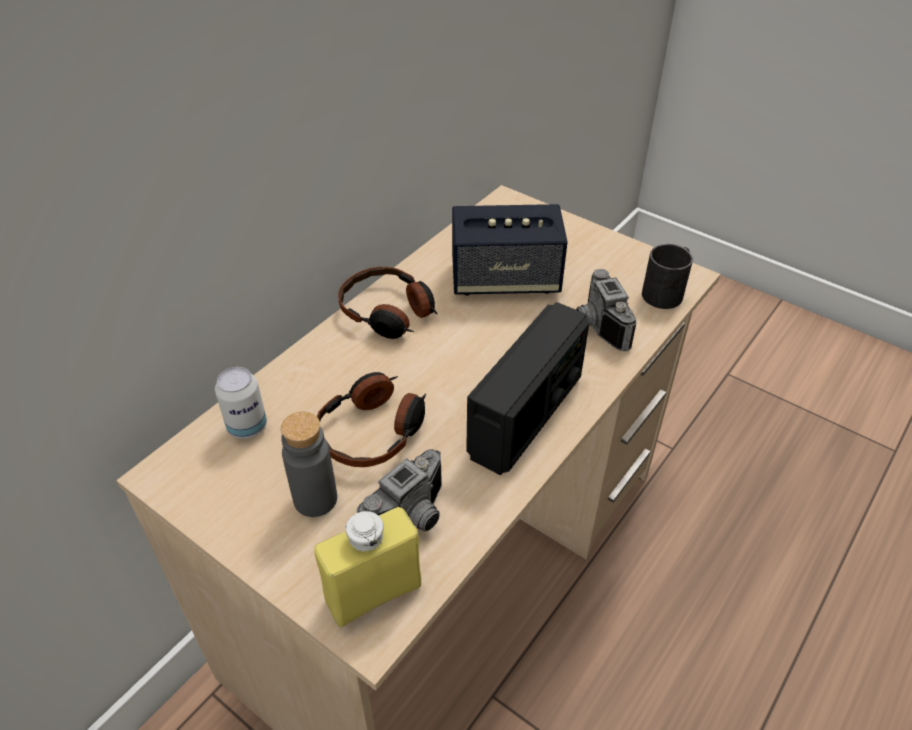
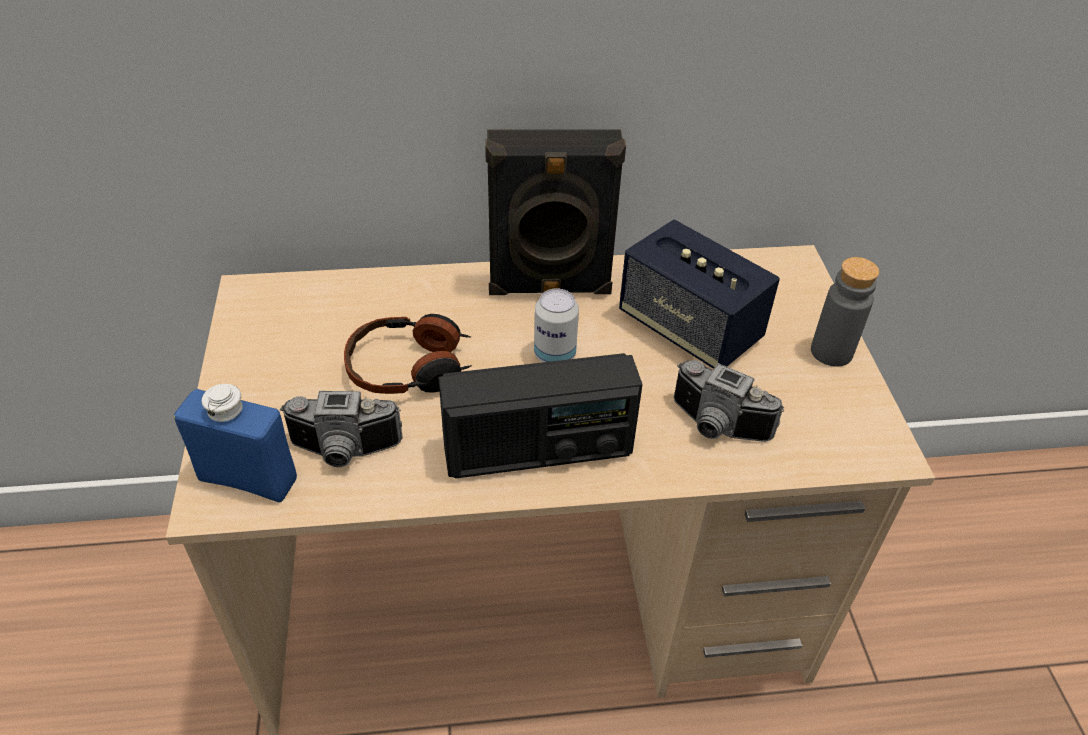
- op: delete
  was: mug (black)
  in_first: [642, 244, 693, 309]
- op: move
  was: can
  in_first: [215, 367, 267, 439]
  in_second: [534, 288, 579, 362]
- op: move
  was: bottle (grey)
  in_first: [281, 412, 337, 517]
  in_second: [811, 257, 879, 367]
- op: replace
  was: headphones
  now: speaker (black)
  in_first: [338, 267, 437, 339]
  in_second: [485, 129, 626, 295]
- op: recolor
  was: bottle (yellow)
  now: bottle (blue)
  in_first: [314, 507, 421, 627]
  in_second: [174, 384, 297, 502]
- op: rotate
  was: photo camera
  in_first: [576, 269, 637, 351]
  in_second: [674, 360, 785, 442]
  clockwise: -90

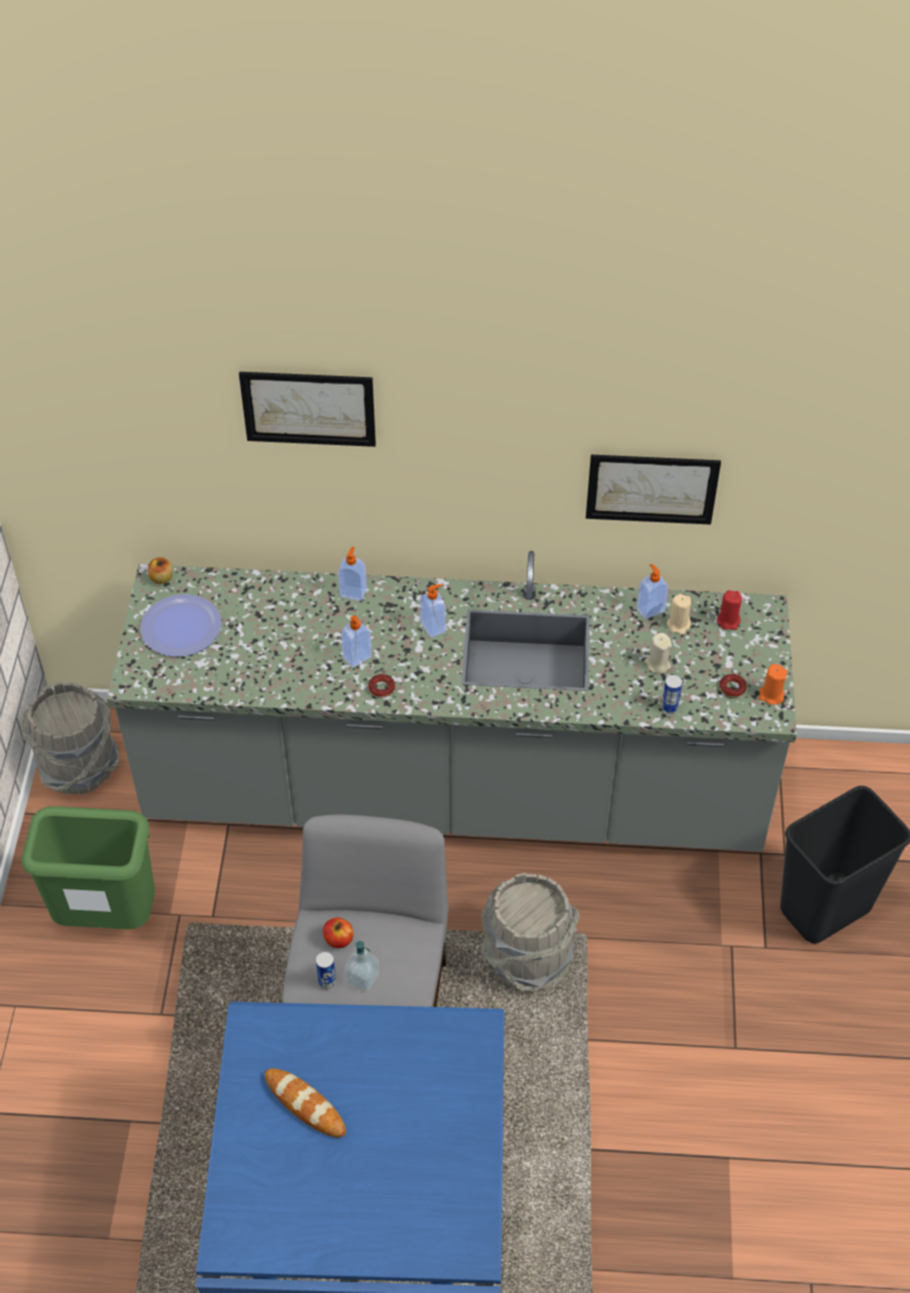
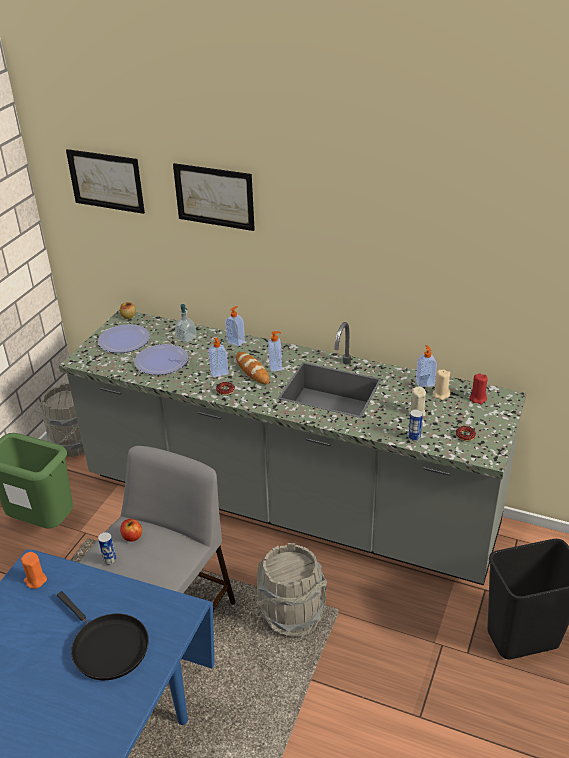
- op: insert
  now: frying pan (black)
  in_second: [57, 591, 149, 680]
- op: insert
  now: plate
  in_second: [134, 344, 188, 375]
- op: move
  was: bread
  in_first: [265, 1068, 346, 1137]
  in_second: [236, 352, 270, 384]
- op: move
  was: soap dispenser
  in_first: [345, 941, 379, 991]
  in_second: [175, 304, 197, 343]
- op: move
  was: picture
  in_first: [586, 455, 721, 525]
  in_second: [66, 149, 145, 214]
- op: move
  was: candle (orange)
  in_first: [759, 664, 788, 705]
  in_second: [21, 552, 47, 589]

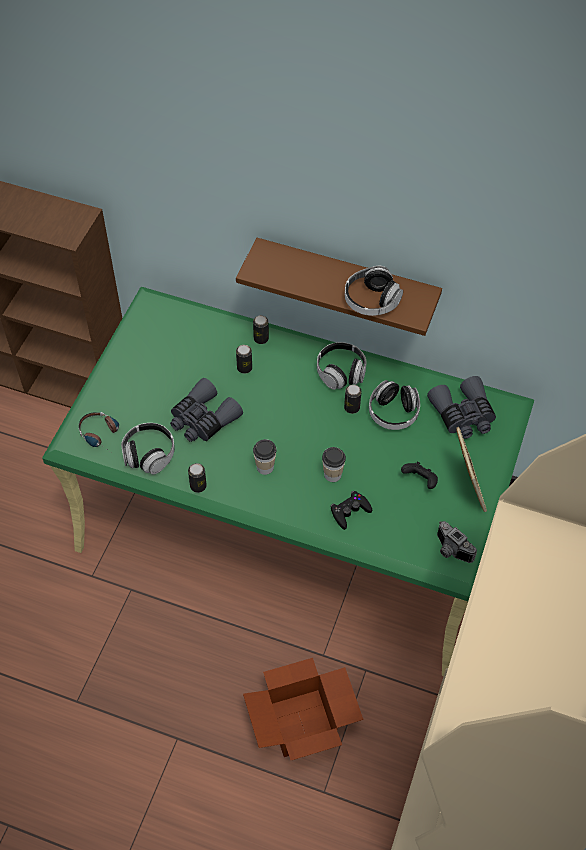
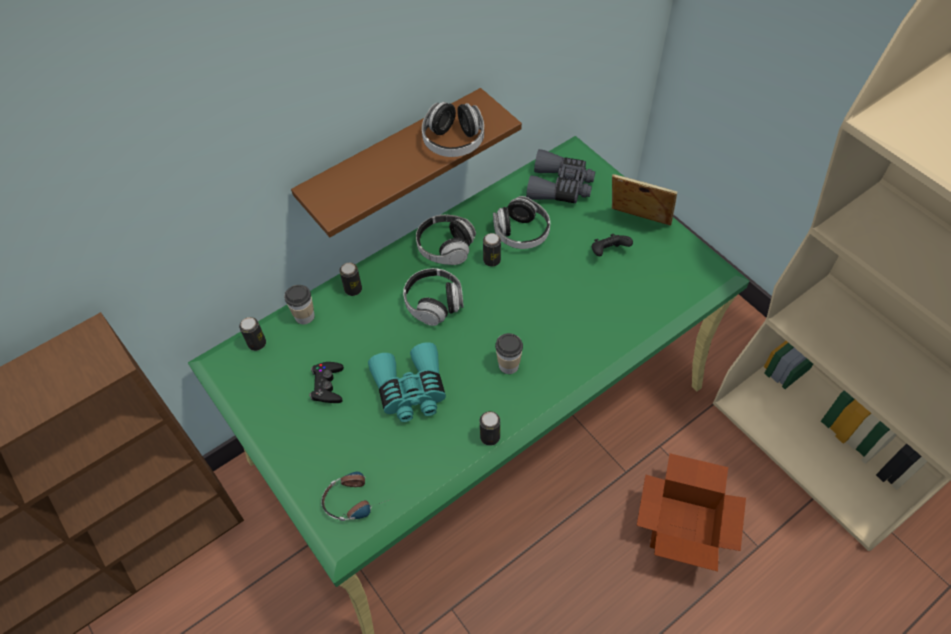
- op: delete
  was: photo camera
  in_first: [437, 521, 477, 563]
- op: move
  was: headphones
  in_first: [121, 423, 175, 474]
  in_second: [403, 268, 464, 326]
- op: move
  was: can
  in_first: [236, 345, 252, 374]
  in_second: [239, 317, 266, 351]
- op: move
  was: cup
  in_first: [322, 447, 346, 482]
  in_second: [284, 285, 315, 324]
- op: move
  was: game controller (black)
  in_first: [331, 491, 372, 530]
  in_second: [309, 362, 344, 403]
- op: recolor
  was: binoculars (grey)
  now: binoculars (turquoise)
  in_first: [170, 378, 243, 442]
  in_second: [368, 342, 446, 422]

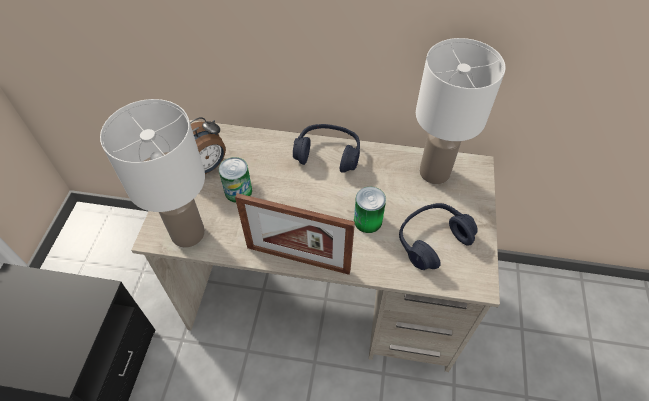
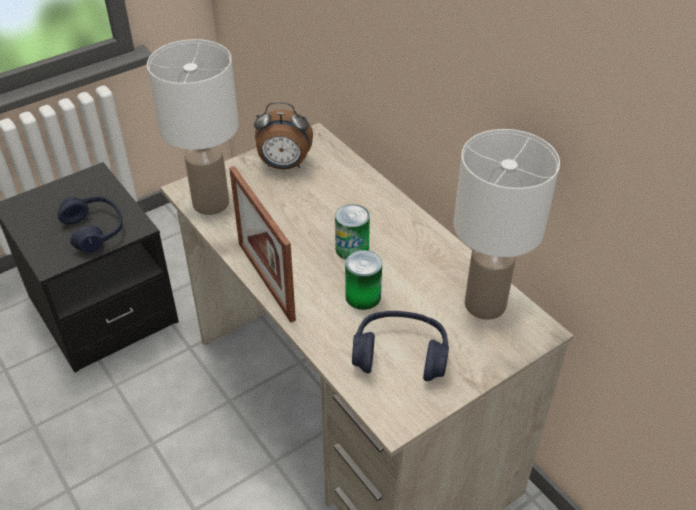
- op: move
  was: can
  in_first: [219, 157, 252, 203]
  in_second: [335, 204, 370, 260]
- op: move
  was: headphones (blue)
  in_first: [293, 124, 360, 173]
  in_second: [58, 196, 122, 253]

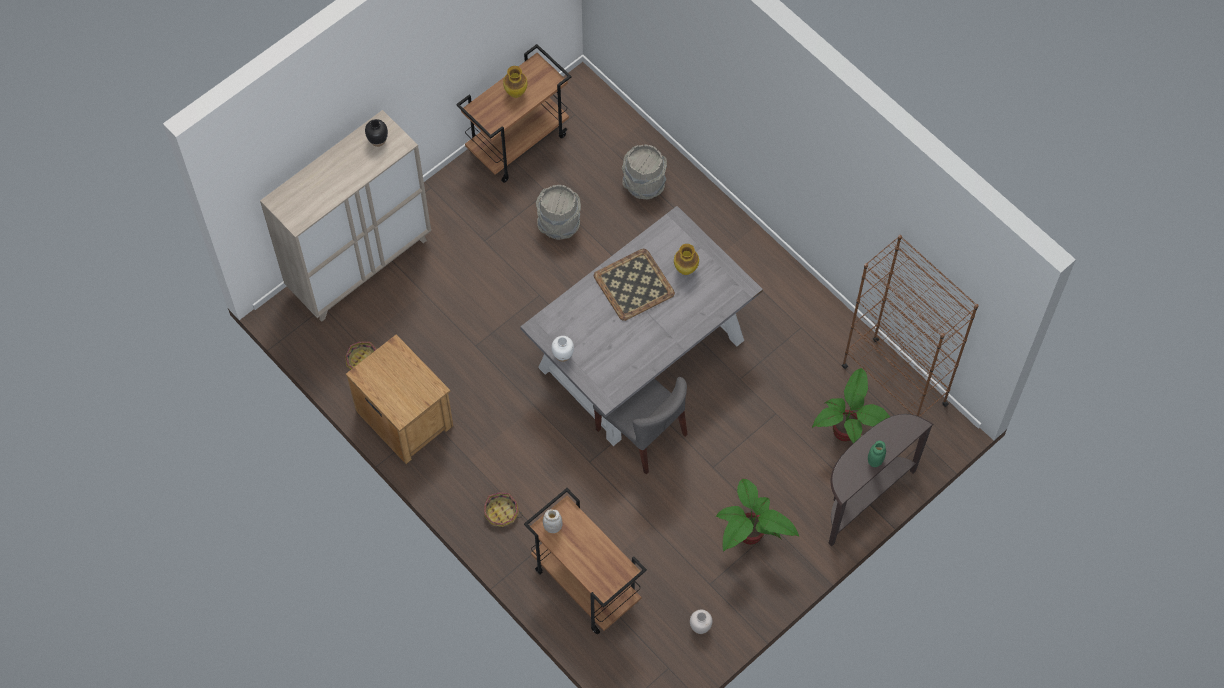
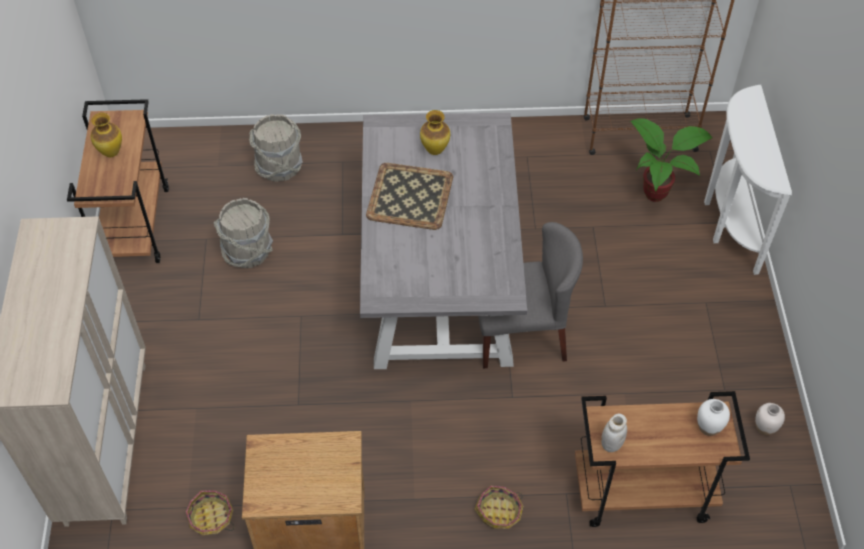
- op: delete
  was: vase (black)
  in_first: [365, 119, 388, 147]
- op: delete
  was: potted plant
  in_first: [716, 478, 799, 552]
- op: delete
  was: jar (green)
  in_first: [868, 441, 886, 467]
- op: move
  was: vase (white)
  in_first: [552, 336, 574, 362]
  in_second: [697, 399, 730, 436]
- op: recolor
  was: console table (brown)
  now: console table (white)
  in_first: [829, 414, 934, 546]
  in_second: [704, 85, 792, 275]

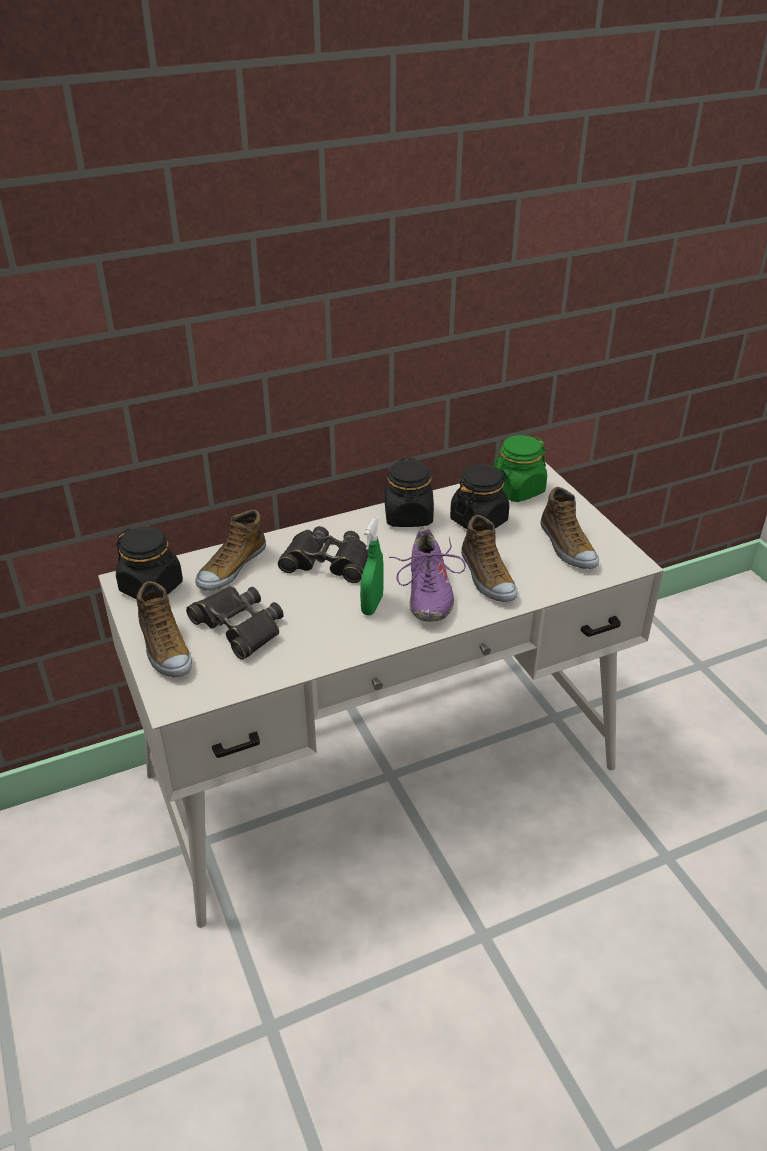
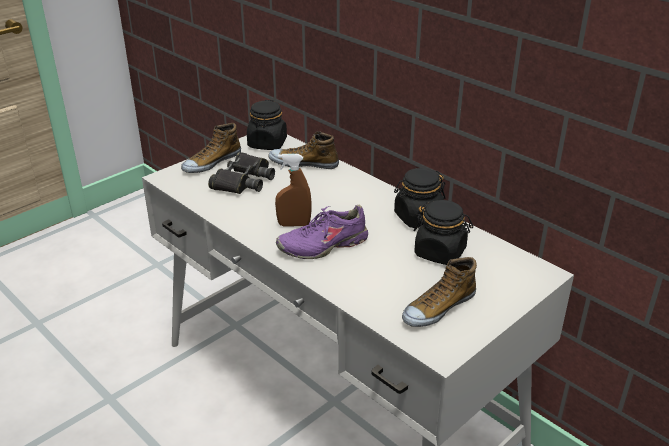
- op: delete
  was: binoculars (black)
  in_first: [278, 526, 368, 583]
- op: delete
  was: shoe
  in_first: [461, 515, 518, 602]
- op: delete
  was: jar (green)
  in_first: [493, 435, 547, 502]
- op: recolor
  was: spray bottle (green)
  now: spray bottle (brown)
  in_first: [360, 519, 384, 615]
  in_second: [275, 154, 312, 227]

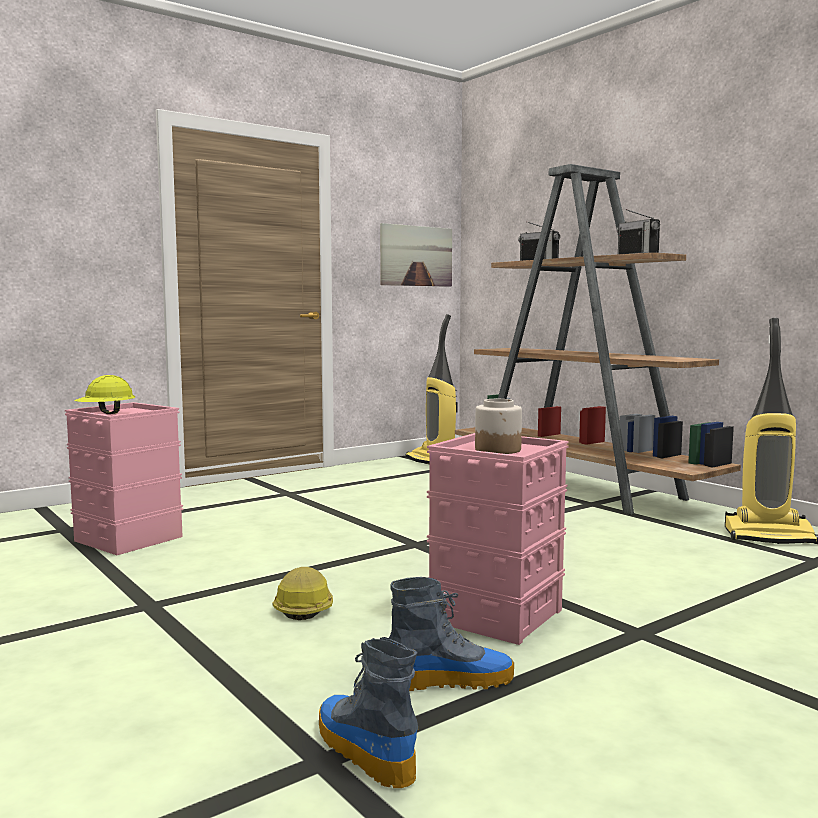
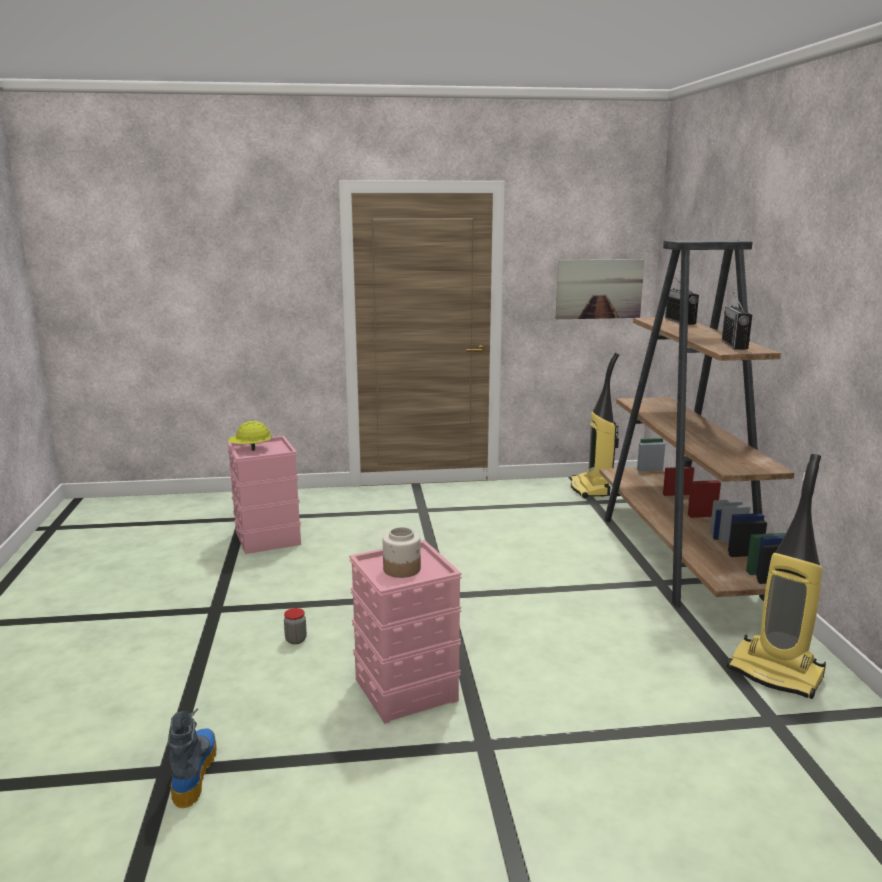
- op: delete
  was: boot
  in_first: [389, 577, 514, 691]
- op: replace
  was: hard hat
  now: jar
  in_first: [273, 567, 333, 620]
  in_second: [284, 608, 307, 644]

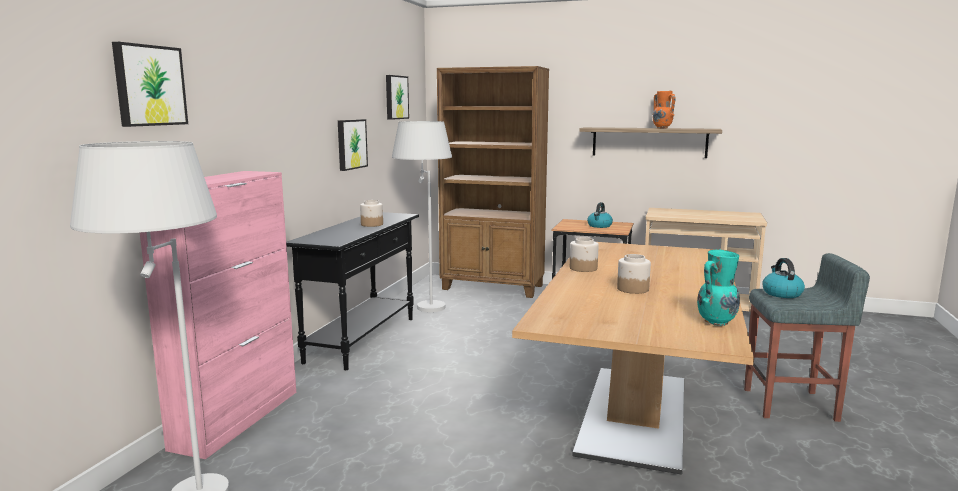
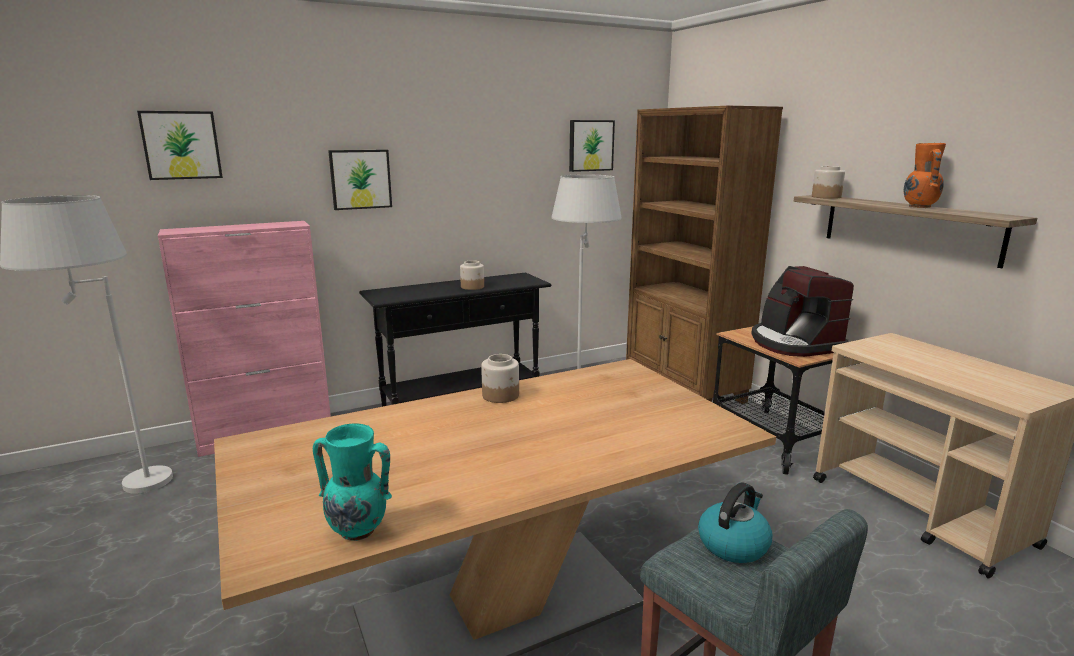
- op: move
  was: picture
  in_first: [338, 119, 368, 171]
  in_second: [328, 150, 392, 210]
- op: move
  was: jar
  in_first: [617, 254, 651, 294]
  in_second: [812, 166, 845, 199]
- op: replace
  was: kettle
  now: coffee machine
  in_first: [587, 202, 613, 228]
  in_second: [751, 266, 854, 357]

